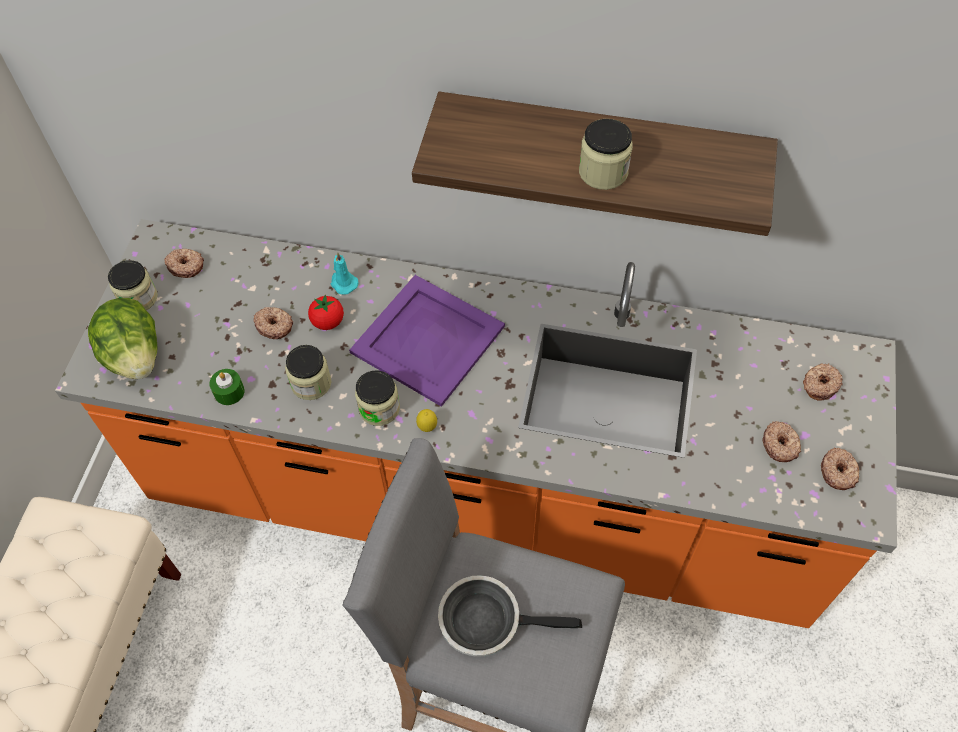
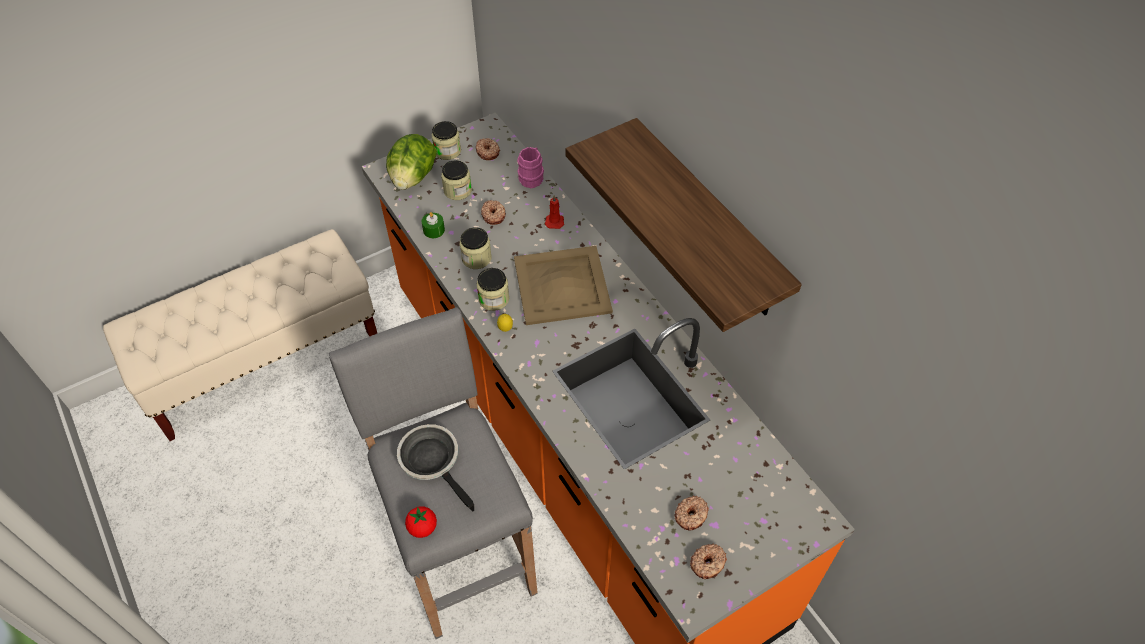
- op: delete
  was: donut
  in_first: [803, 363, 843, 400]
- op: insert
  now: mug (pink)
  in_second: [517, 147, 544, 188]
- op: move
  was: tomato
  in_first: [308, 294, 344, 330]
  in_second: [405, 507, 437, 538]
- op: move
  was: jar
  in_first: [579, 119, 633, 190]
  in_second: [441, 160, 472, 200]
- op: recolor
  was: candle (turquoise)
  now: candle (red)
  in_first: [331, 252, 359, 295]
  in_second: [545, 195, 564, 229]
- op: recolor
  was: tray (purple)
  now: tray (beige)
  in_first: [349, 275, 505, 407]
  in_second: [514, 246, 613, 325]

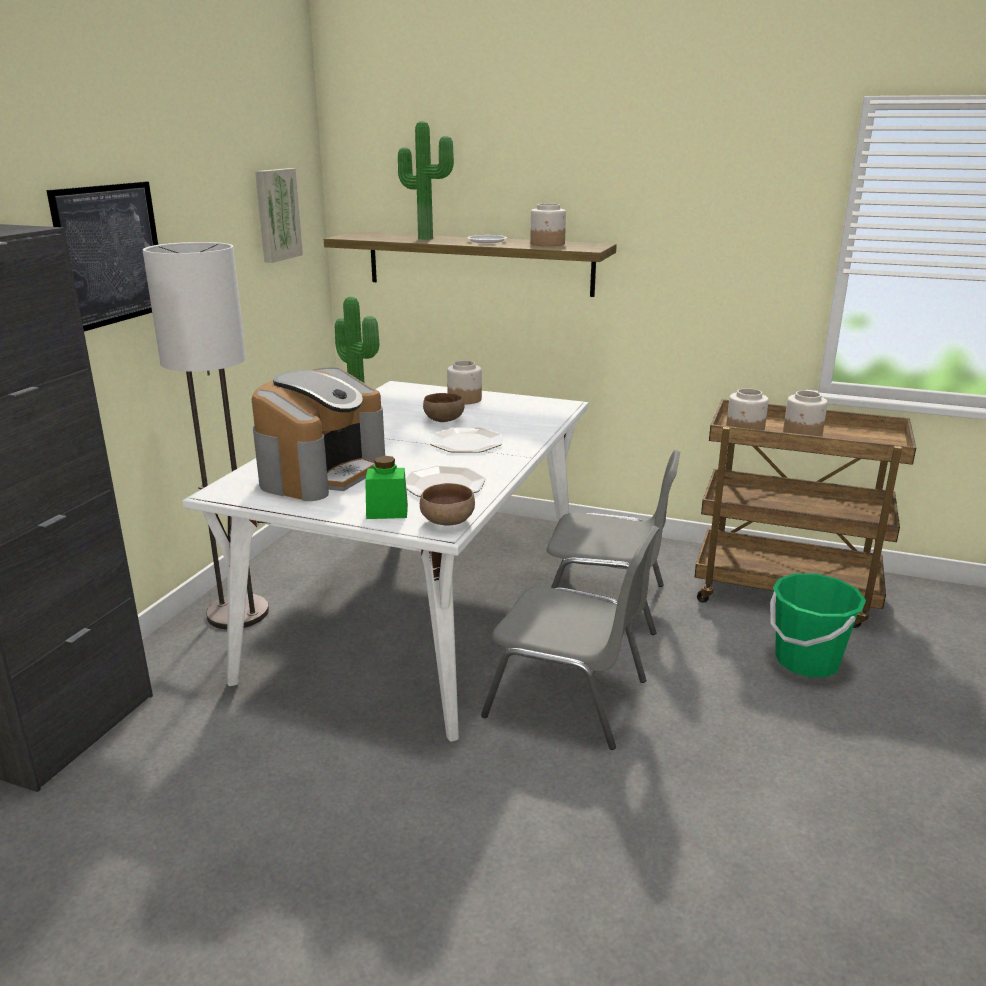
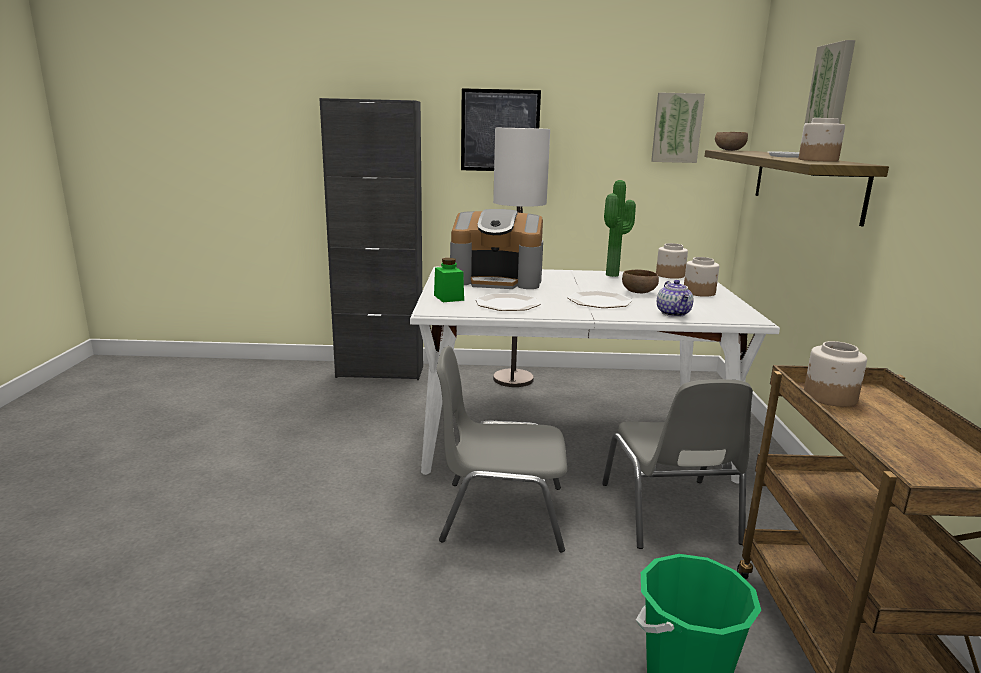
- op: delete
  was: potted plant
  in_first: [398, 121, 454, 240]
- op: insert
  now: teapot
  in_second: [657, 280, 693, 317]
- op: insert
  now: picture
  in_second: [804, 40, 855, 124]
- op: move
  was: bowl (brown)
  in_first: [420, 483, 475, 525]
  in_second: [715, 132, 748, 151]
- op: move
  was: jar
  in_first: [783, 390, 828, 437]
  in_second: [656, 243, 688, 279]
- op: rotate
  was: chair (grey)
  in_first: [481, 526, 660, 750]
  in_second: [437, 346, 567, 552]
  clockwise: 90

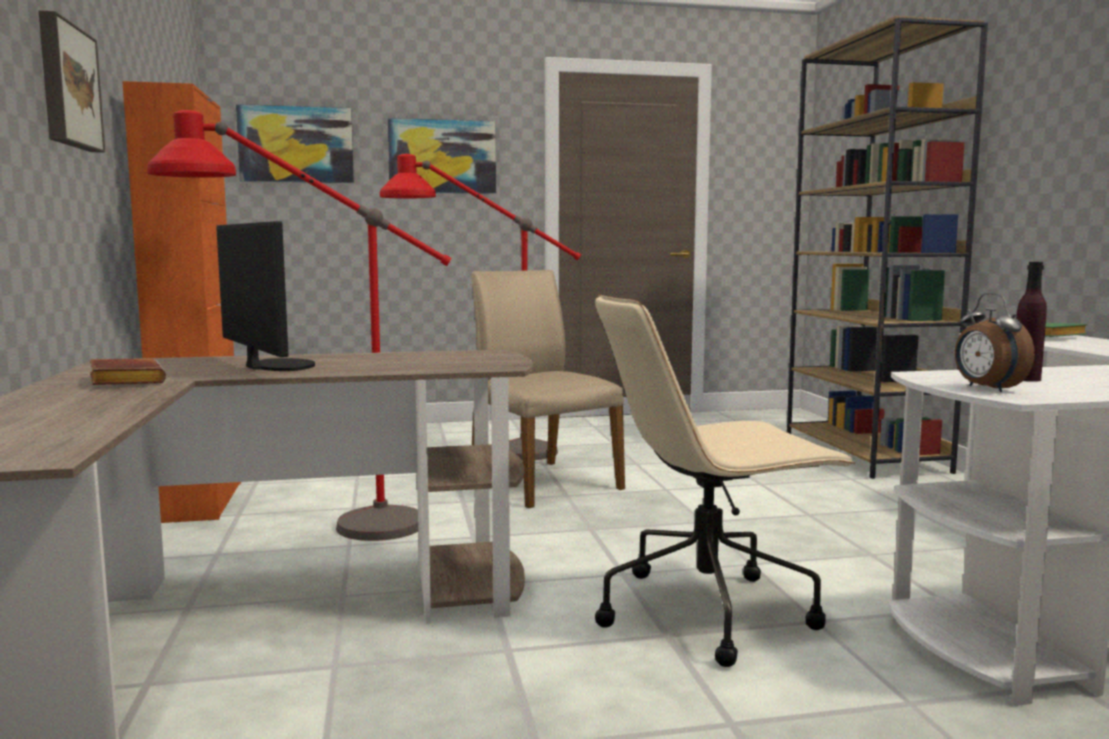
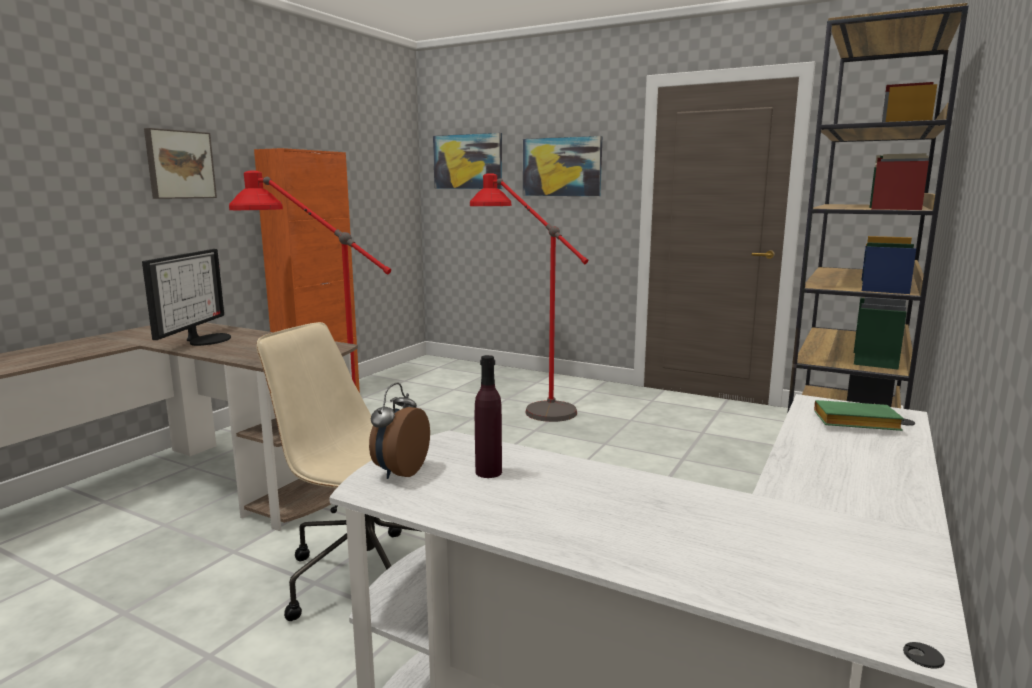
- op: delete
  was: book (brown)
  in_first: [90, 359, 166, 385]
- op: delete
  was: chair (beige)
  in_first: [471, 270, 625, 508]

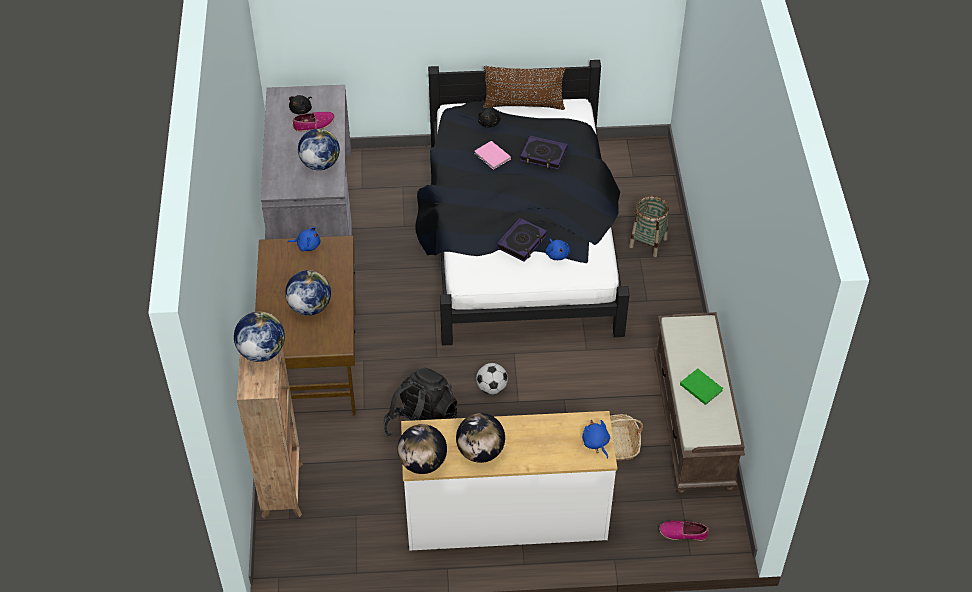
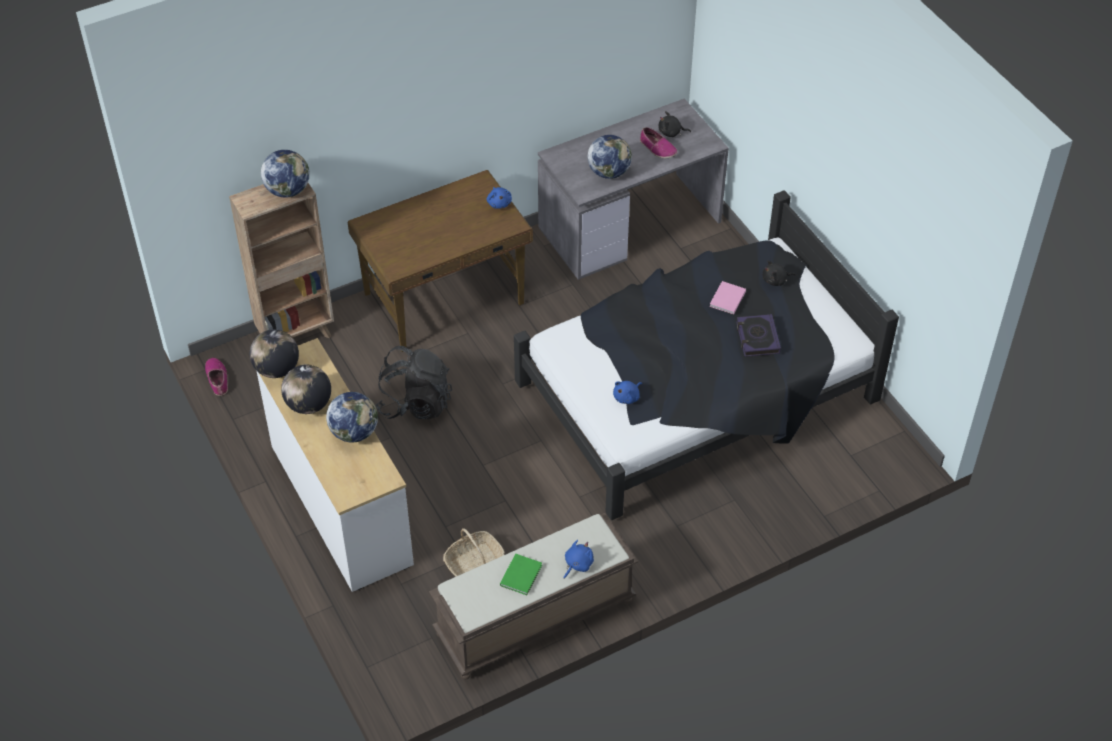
- op: delete
  was: football
  in_first: [476, 363, 508, 394]
- op: delete
  was: pillow (brown)
  in_first: [483, 66, 566, 110]
- op: delete
  was: book
  in_first: [497, 218, 547, 262]
- op: delete
  was: basket
  in_first: [629, 196, 669, 257]
- op: move
  was: globe
  in_first: [285, 270, 331, 316]
  in_second: [326, 392, 378, 442]
- op: move
  was: plush toy (blue)
  in_first: [582, 420, 610, 459]
  in_second: [564, 540, 594, 579]
- op: move
  was: shoe
  in_first: [659, 521, 709, 541]
  in_second: [205, 358, 228, 396]

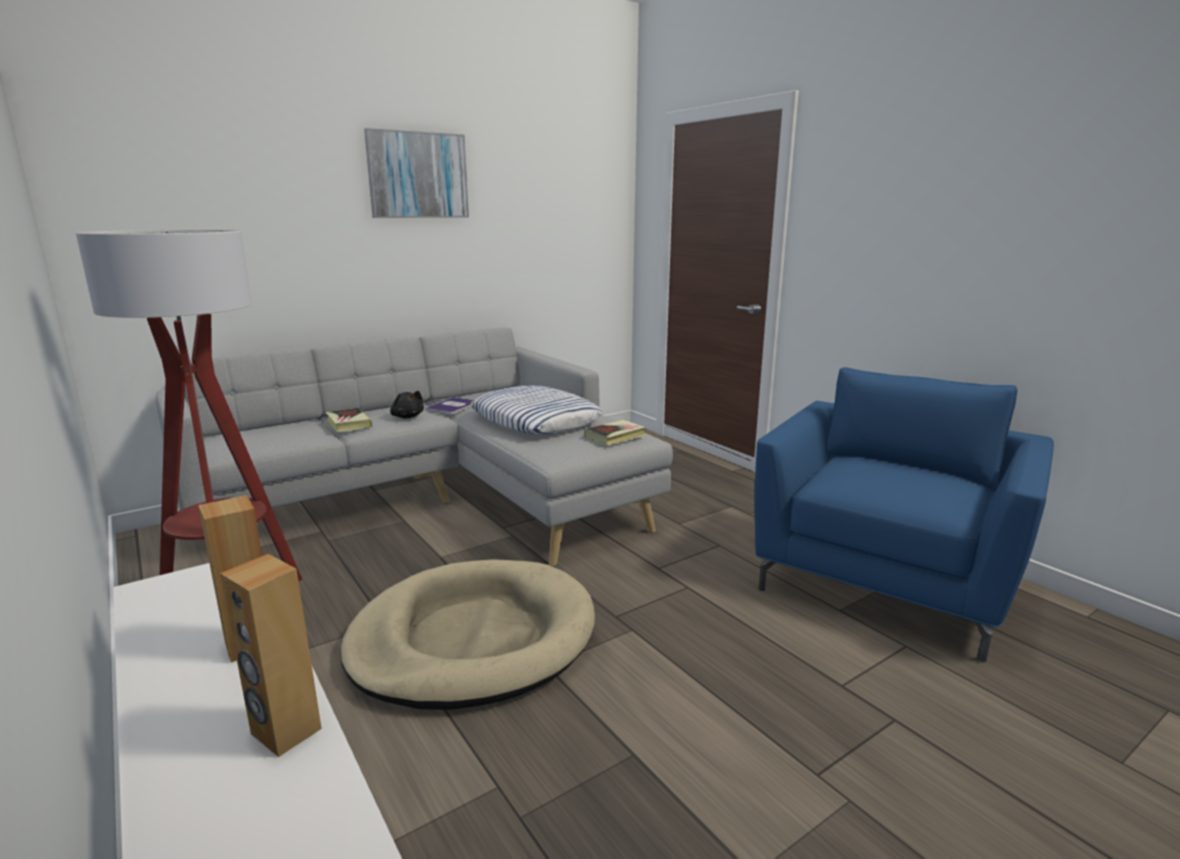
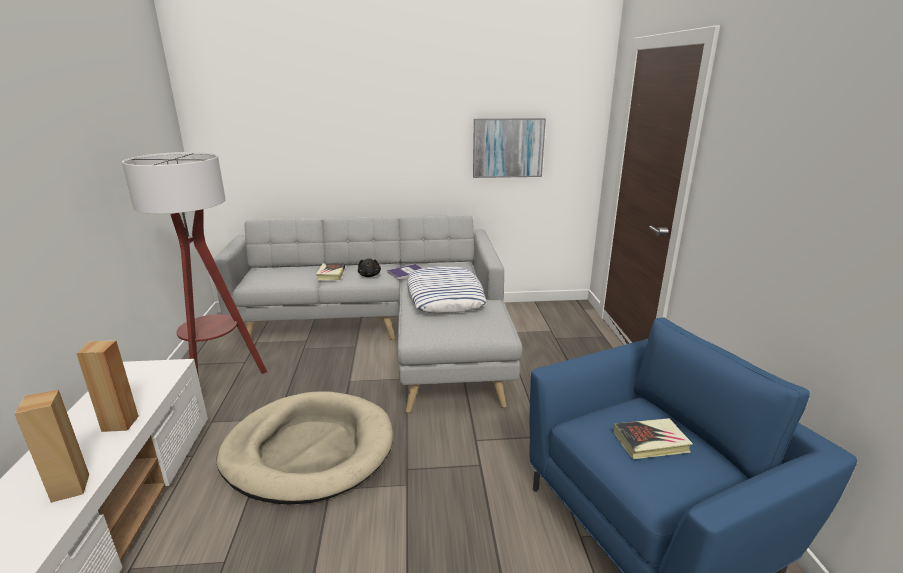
- op: move
  was: picture
  in_first: [364, 128, 469, 218]
  in_second: [473, 118, 546, 178]
- op: move
  was: book
  in_first: [584, 420, 646, 446]
  in_second: [613, 418, 693, 459]

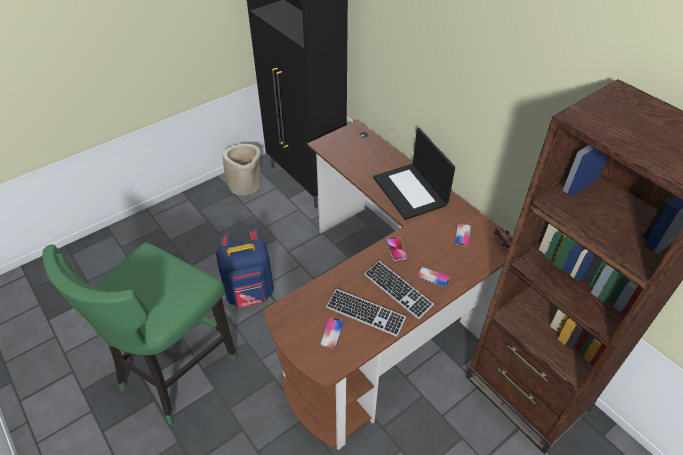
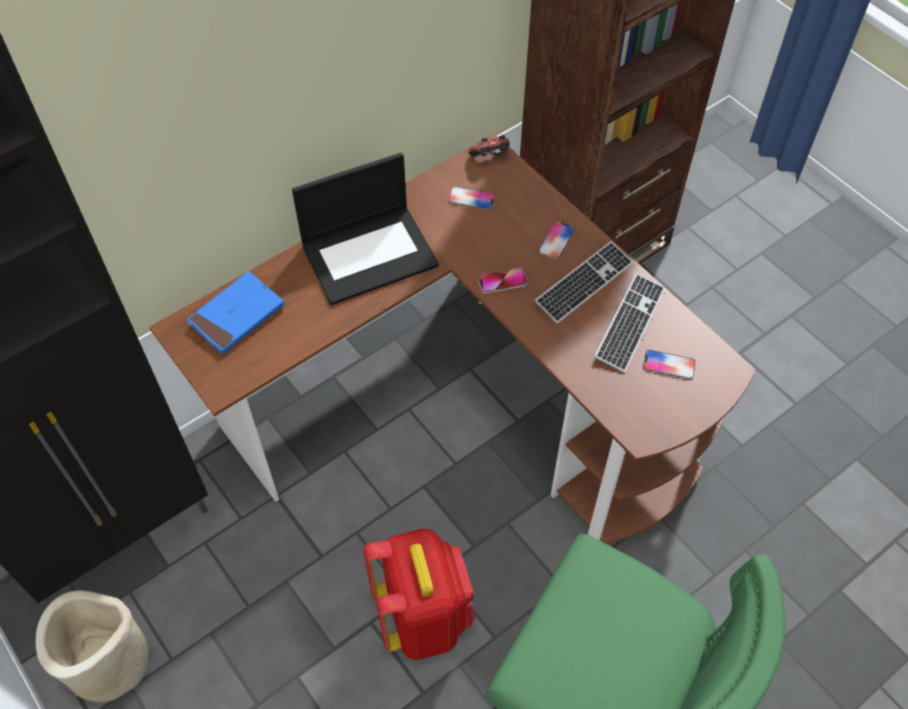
- op: insert
  now: book (blue)
  in_second: [187, 271, 284, 354]
- op: recolor
  was: backpack (blue)
  now: backpack (red)
  in_first: [216, 229, 274, 308]
  in_second: [364, 528, 476, 660]

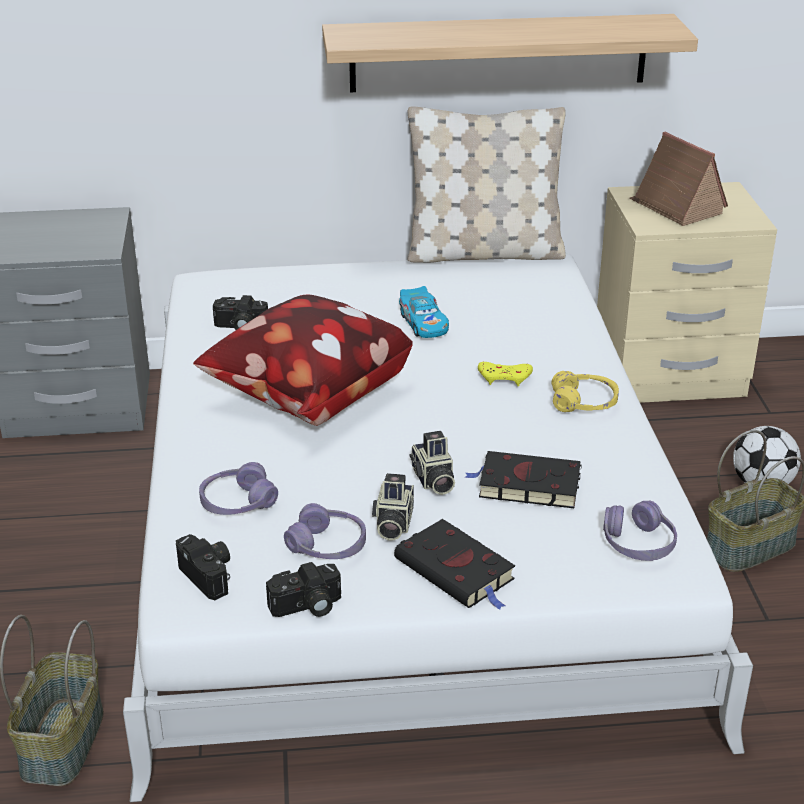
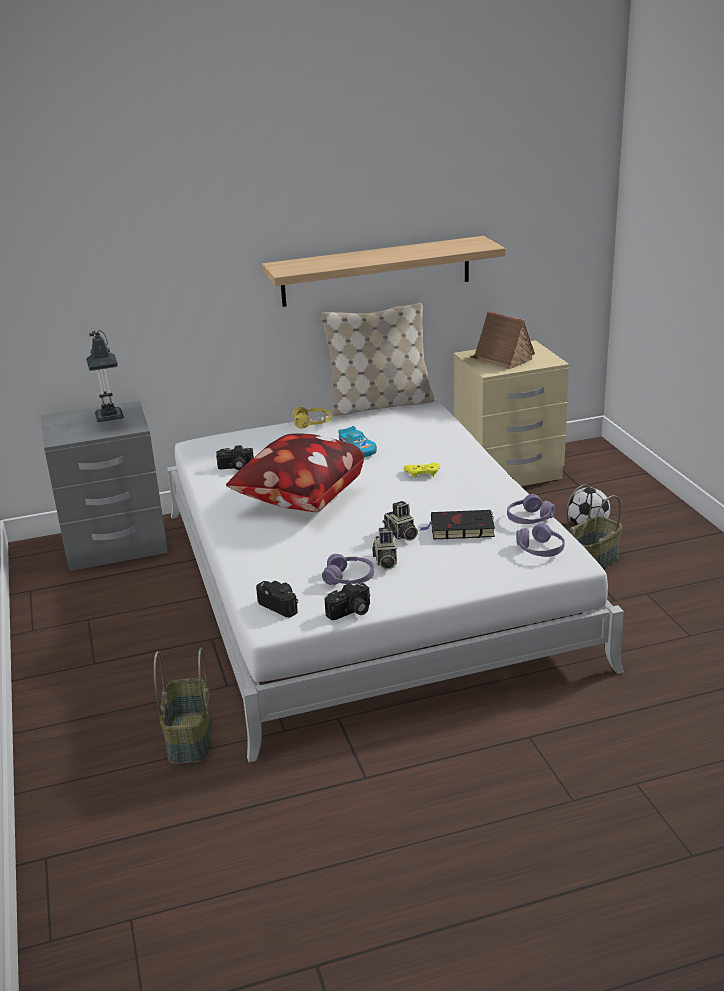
- op: delete
  was: book (black)
  in_first: [394, 519, 515, 610]
- op: insert
  now: table lamp
  in_second: [86, 330, 124, 422]
- op: move
  was: headphones (purple)
  in_first: [199, 462, 278, 515]
  in_second: [507, 494, 555, 524]
- op: move
  was: headphones (yellow)
  in_first: [551, 371, 619, 412]
  in_second: [292, 407, 331, 428]

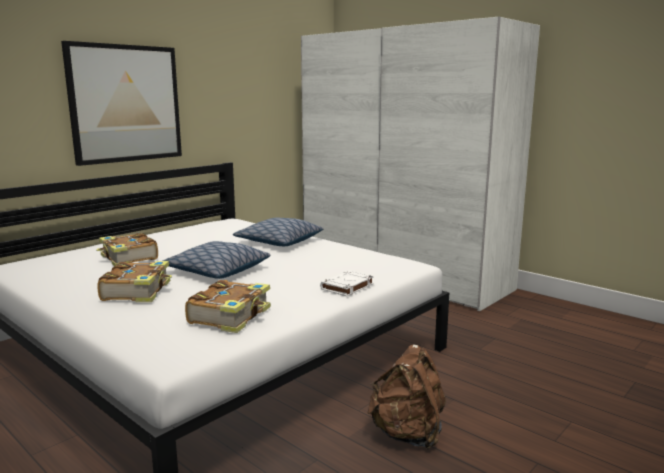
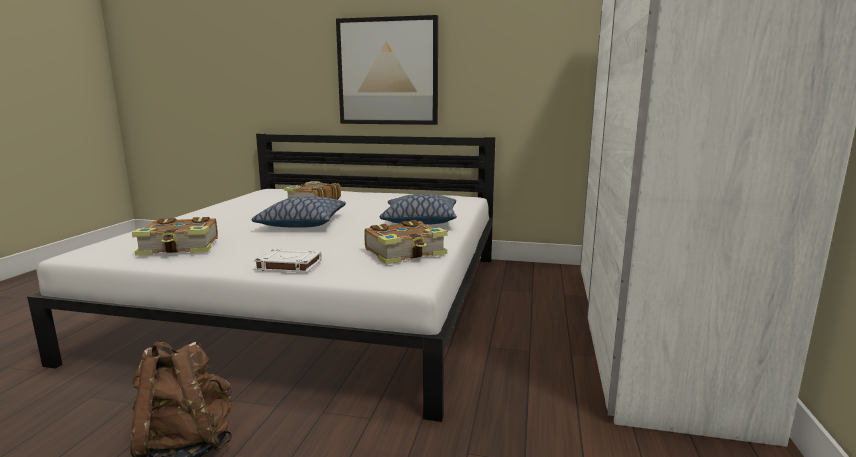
- op: move
  was: book
  in_first: [97, 261, 172, 302]
  in_second: [364, 220, 447, 265]

